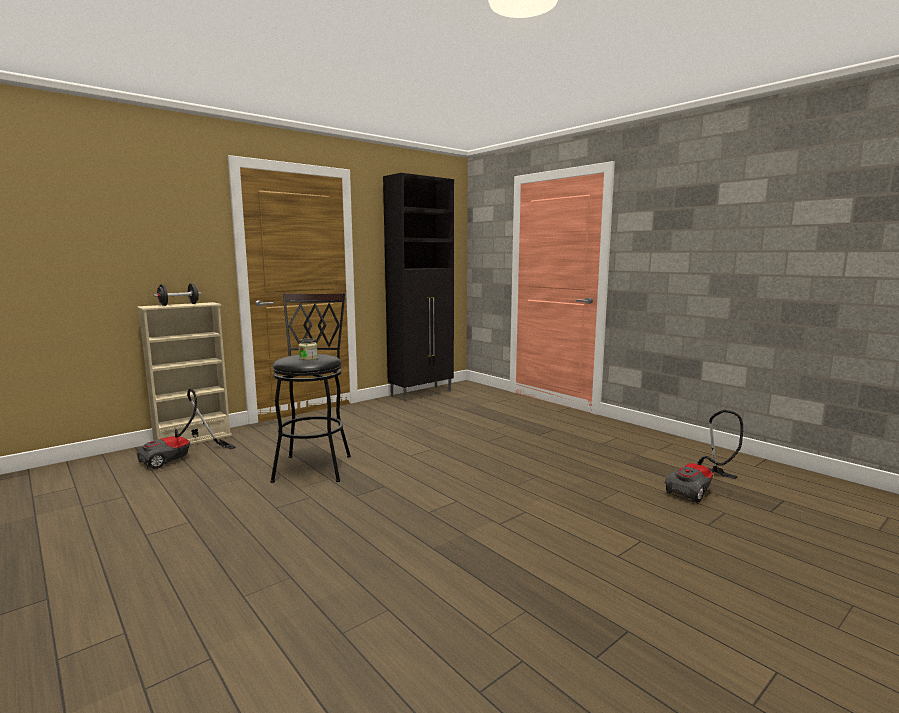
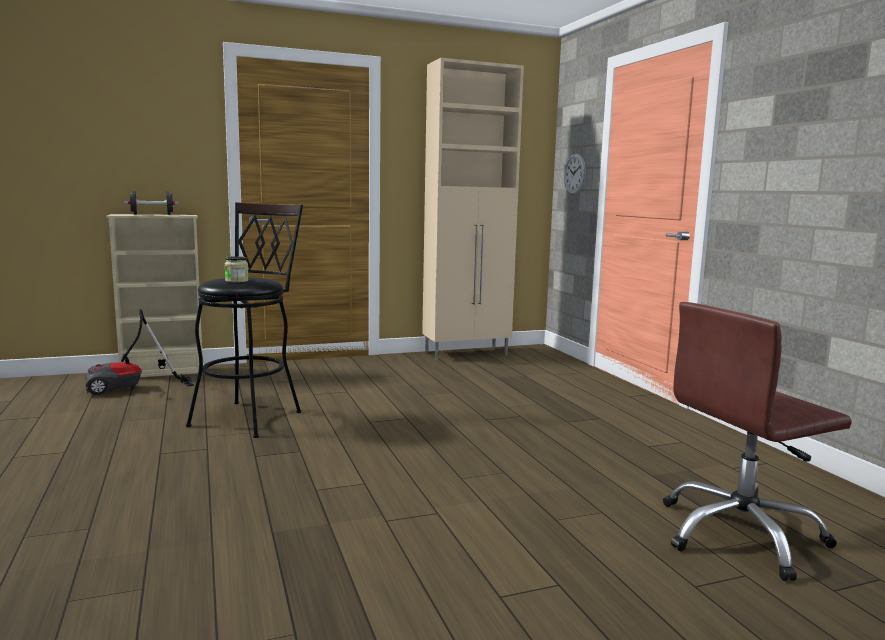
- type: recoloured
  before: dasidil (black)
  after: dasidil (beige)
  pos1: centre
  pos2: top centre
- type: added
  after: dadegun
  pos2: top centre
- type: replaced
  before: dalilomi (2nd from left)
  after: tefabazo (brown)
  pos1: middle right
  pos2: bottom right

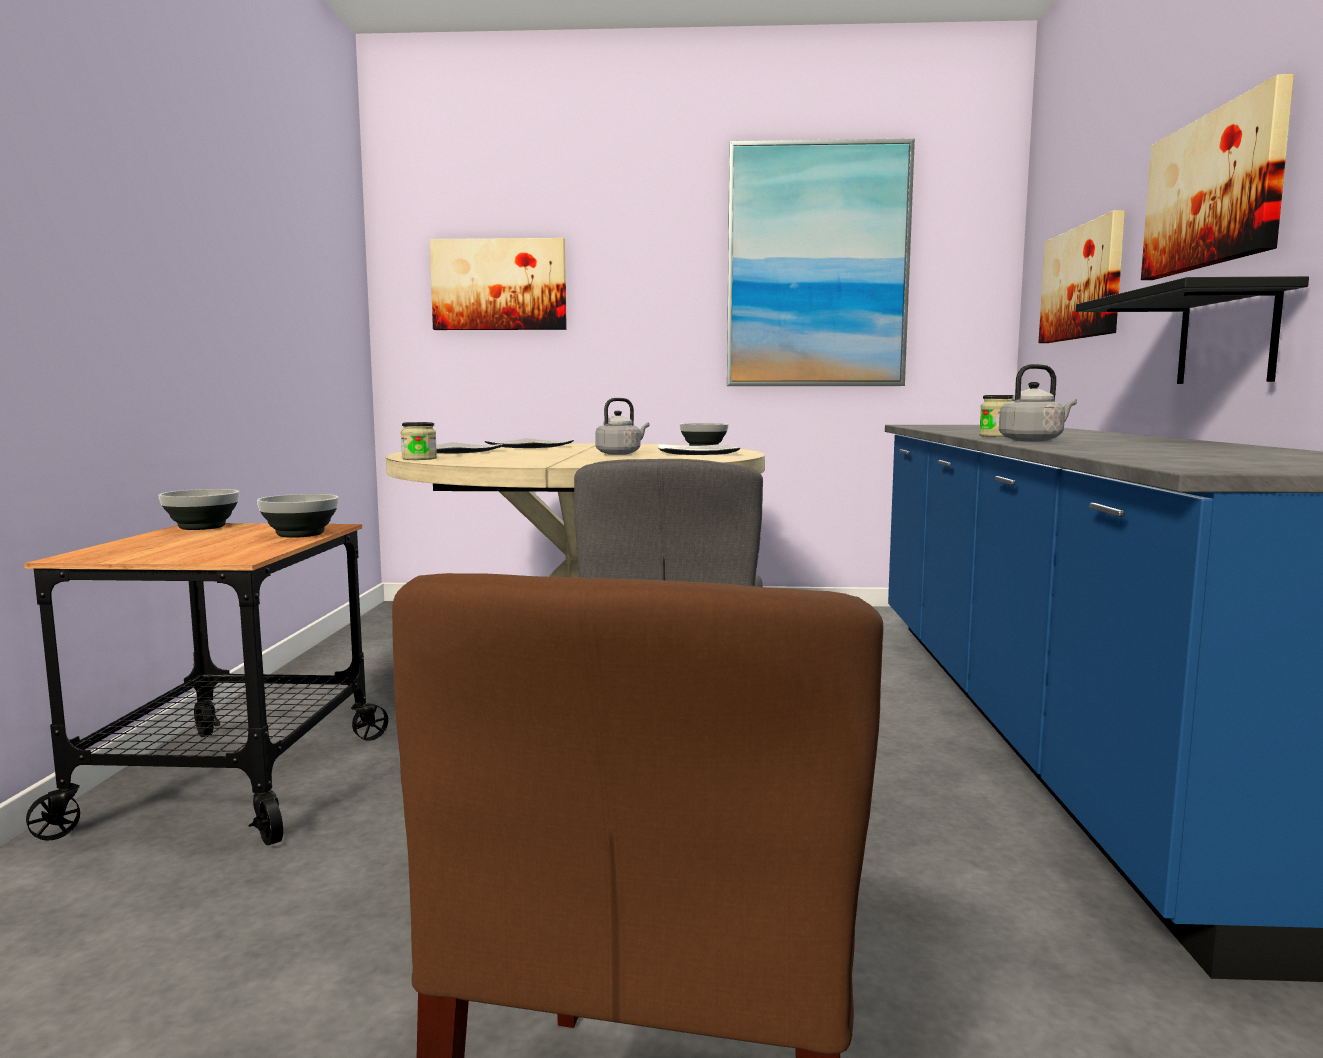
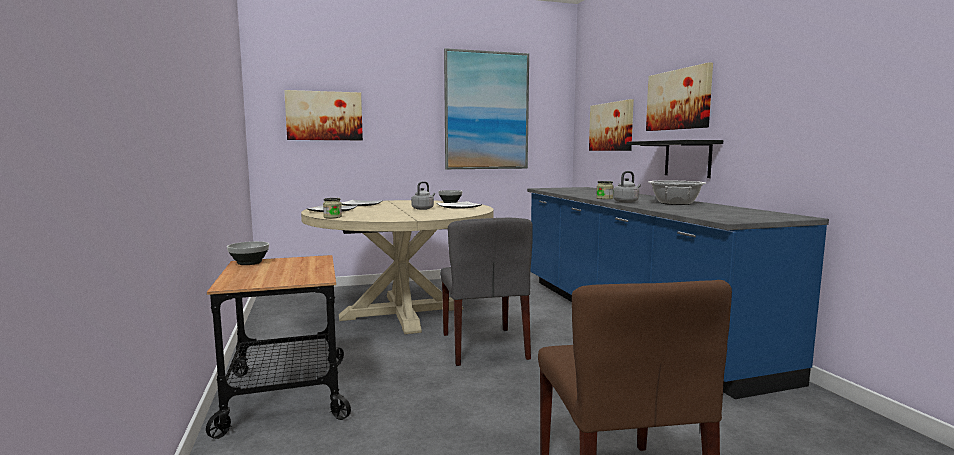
- type: added
  after: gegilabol
  pos2: middle right
- type: removed
  before: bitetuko (2nd from left)
  pos1: middle left

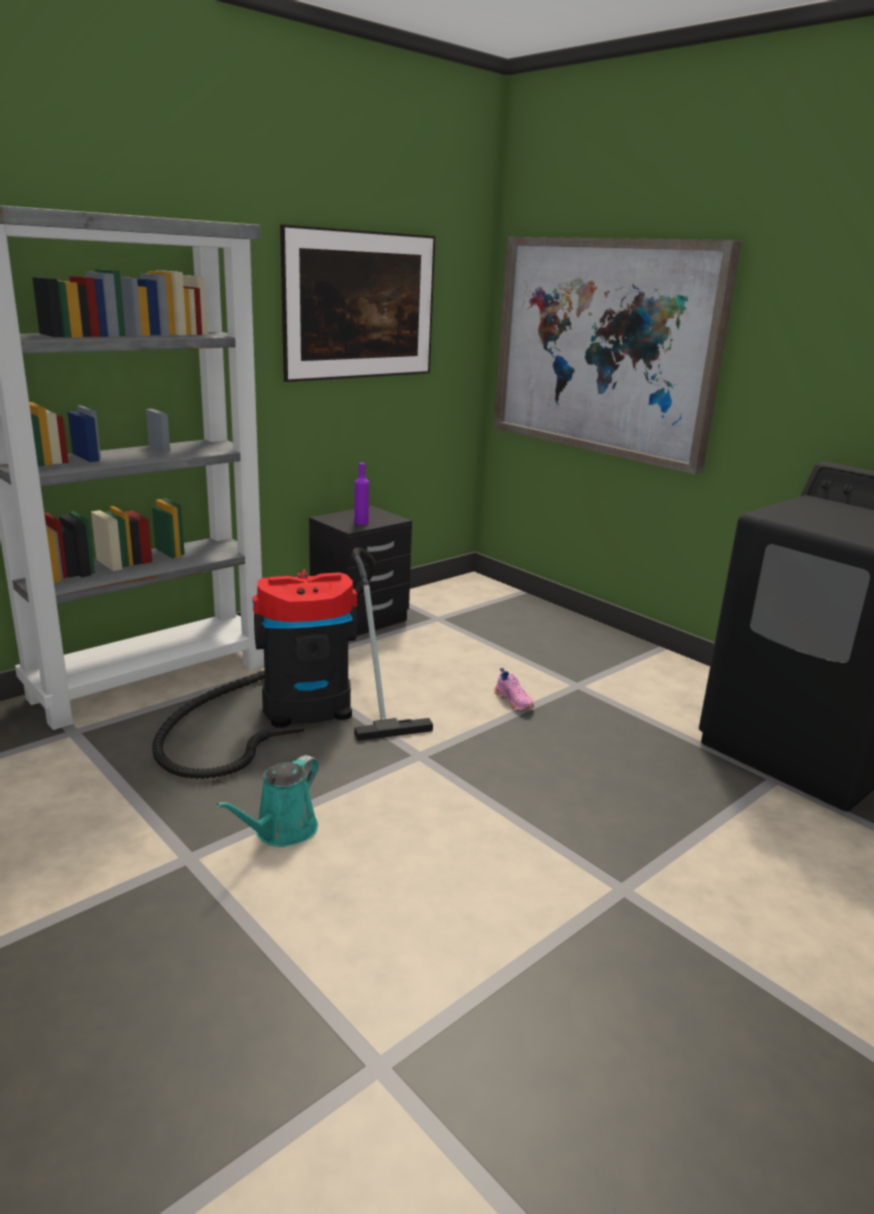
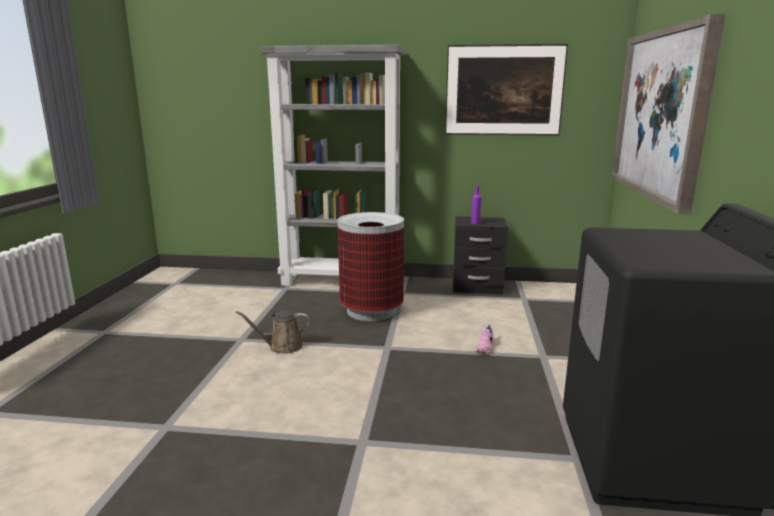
- type: recoloured
  before: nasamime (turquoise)
  after: nasamime (brown)
  pos1: middle left
  pos2: centre
- type: replaced
  before: dalilomi
  after: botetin
  pos1: centre
  pos2: centre

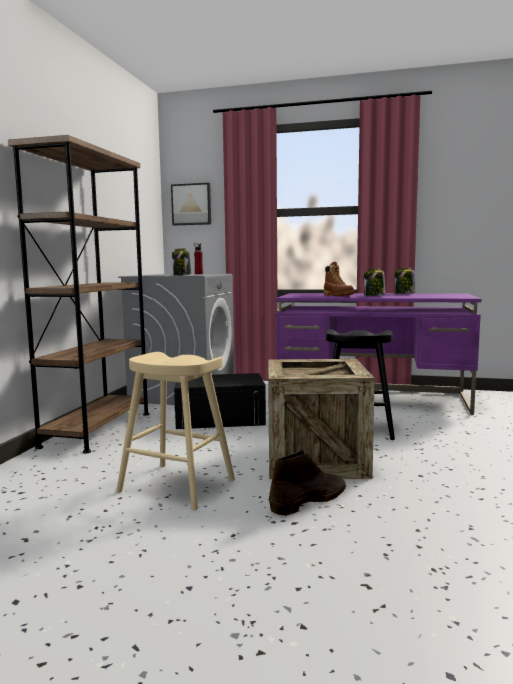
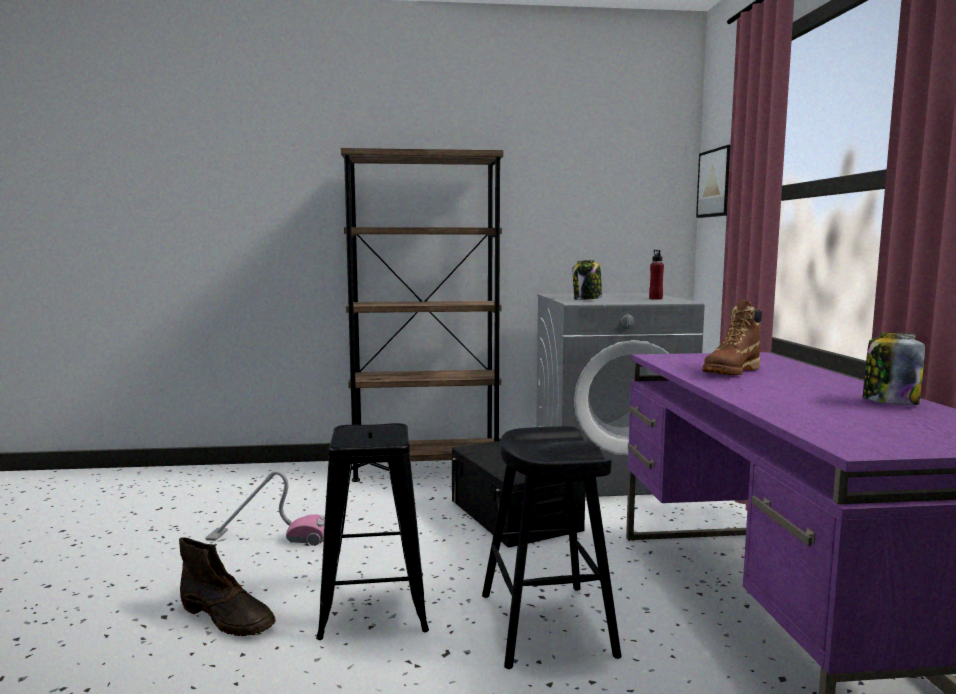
- type: replaced
  before: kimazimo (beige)
  after: dalilomi
  pos1: centre
  pos2: bottom left
- type: replaced
  before: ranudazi
  after: kimazimo (black) (1st from left)
  pos1: centre
  pos2: bottom centre
- type: removed
  before: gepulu (2nd from left)
  pos1: middle right

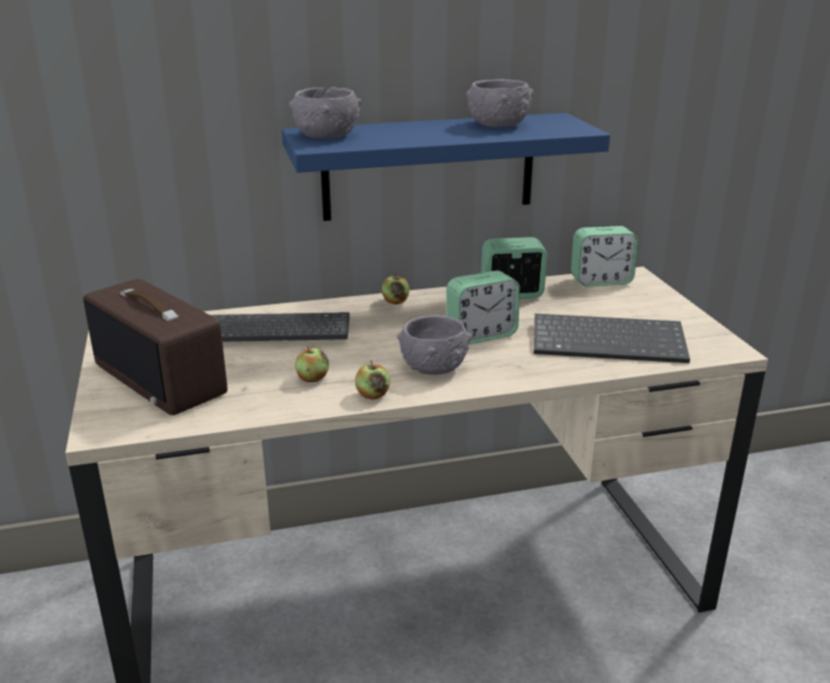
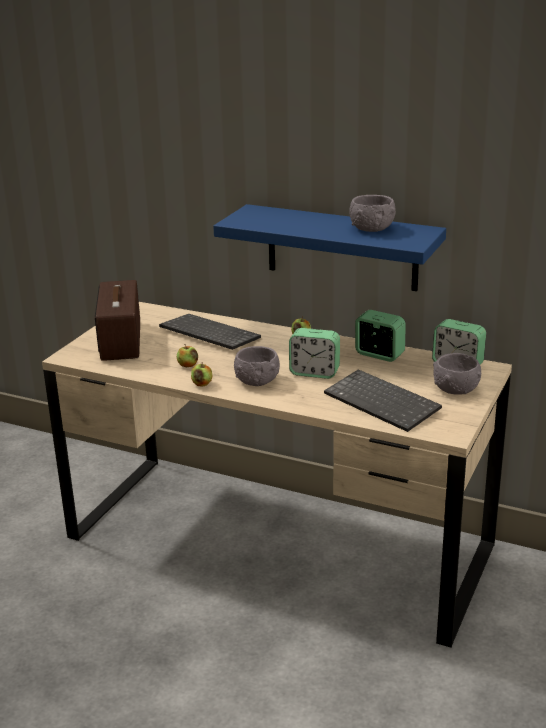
- type: moved
  before: bitetuko (grey) (1st from left in the first image)
  after: bitetuko (grey) (3rd from left)
  pos1: top centre
  pos2: middle right

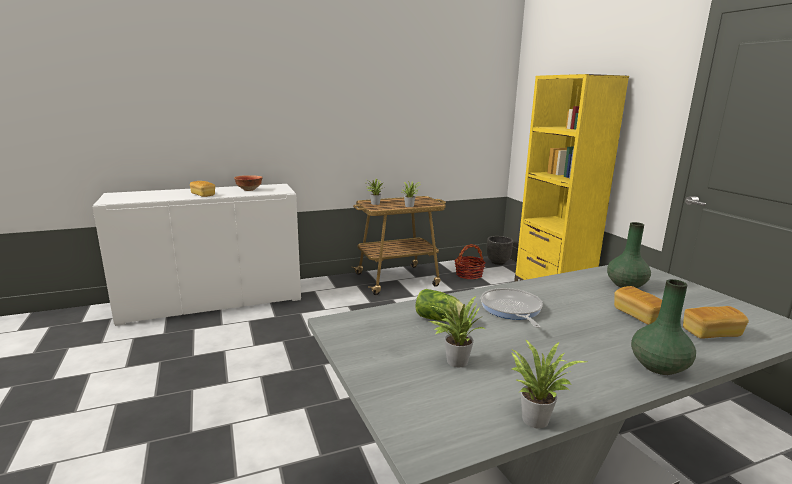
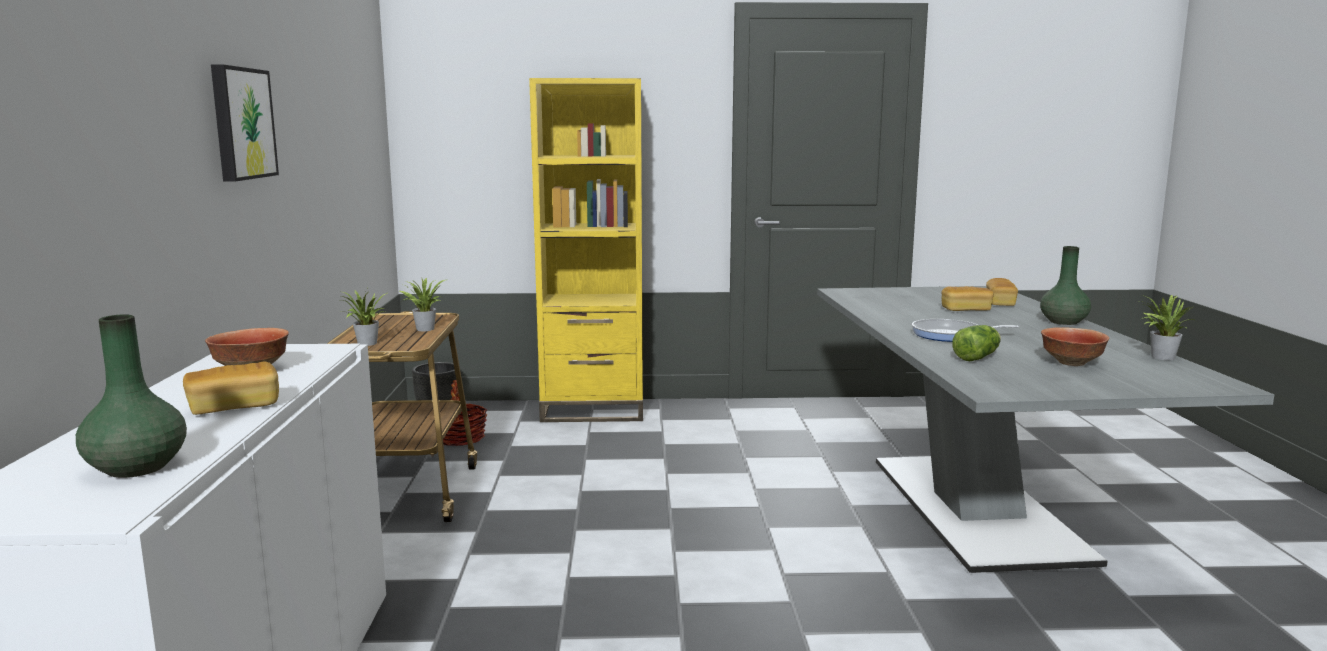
- type: moved
  before: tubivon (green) (1st from left)
  pos1: middle right
  pos2: middle left
- type: added
  after: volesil
  pos2: top left
- type: replaced
  before: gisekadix (3rd from left)
  after: bitetuko (2nd from left)
  pos1: bottom centre
  pos2: middle right

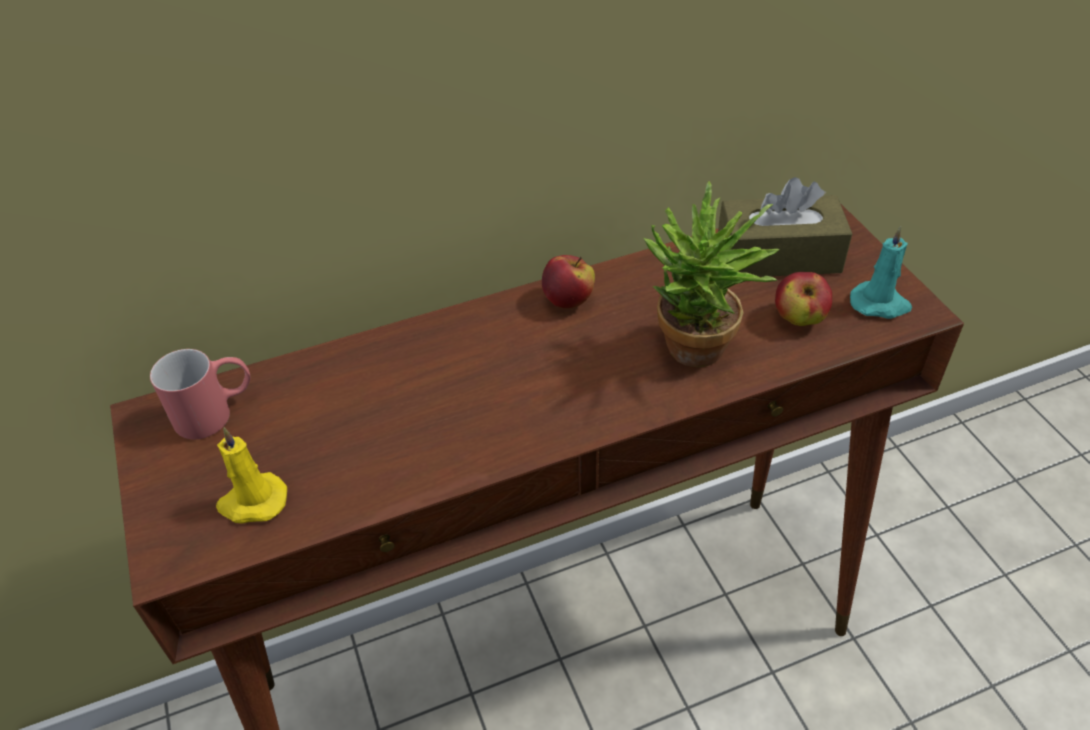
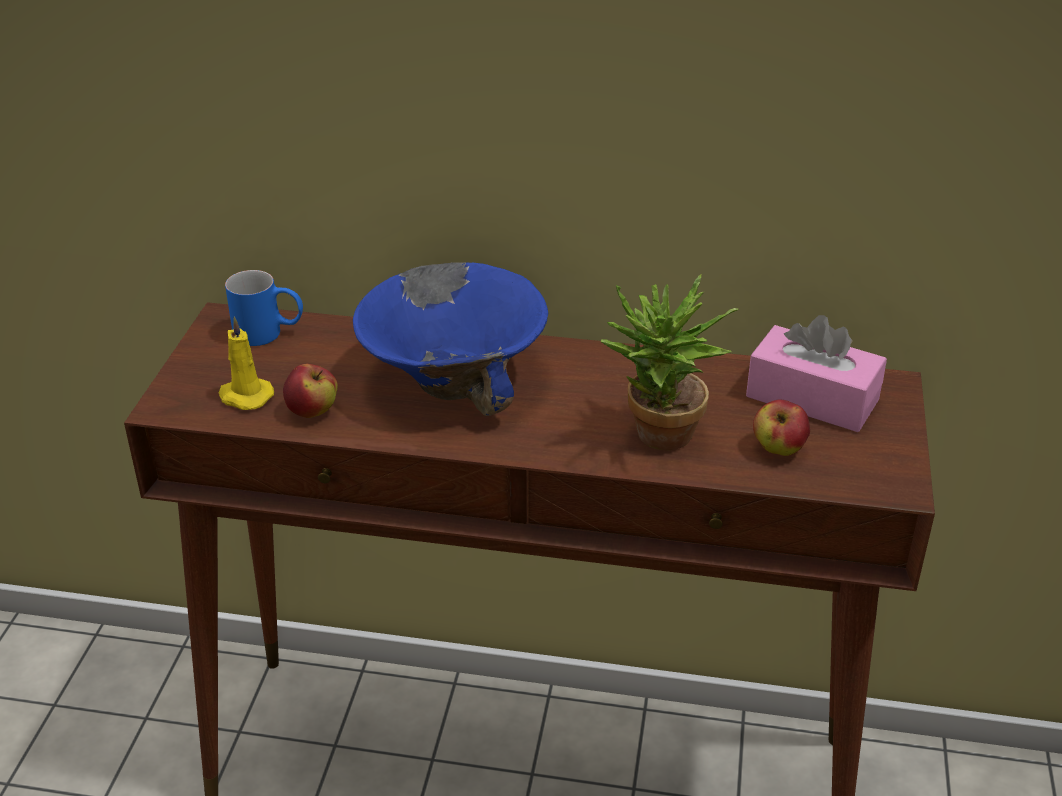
- type: recoloured
  before: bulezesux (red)
  after: bulezesux (blue)
  pos1: middle left
  pos2: middle left
- type: moved
  before: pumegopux (1st from left)
  pos1: centre
  pos2: middle left
- type: added
  after: bitetuko (blue)
  pos2: centre
- type: recoloured
  before: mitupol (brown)
  after: mitupol (pink)
  pos1: top right
  pos2: middle right
- type: removed
  before: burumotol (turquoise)
  pos1: middle right

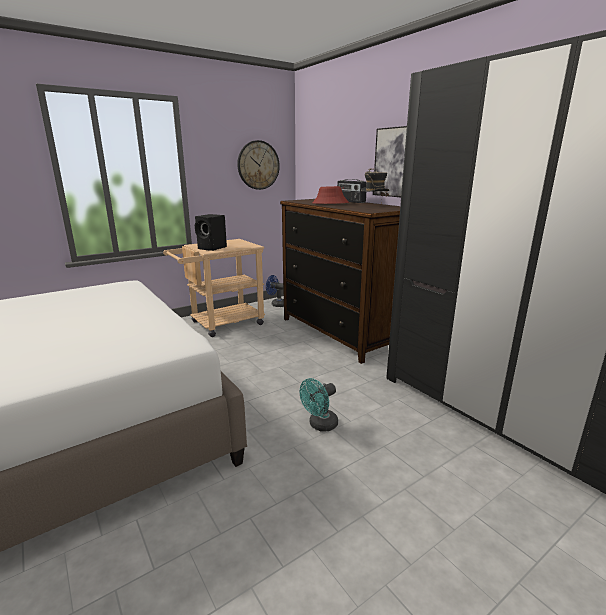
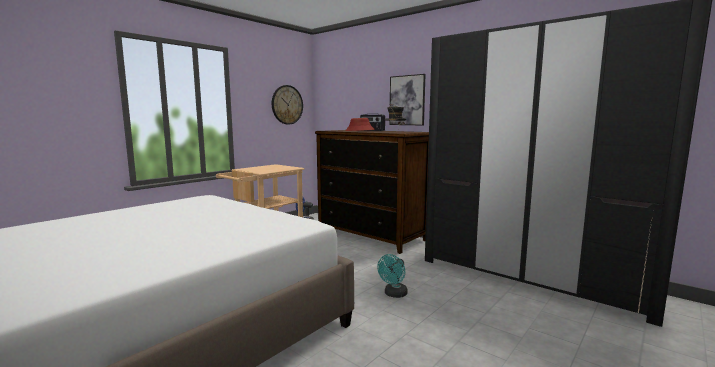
- type: removed
  before: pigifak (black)
  pos1: centre

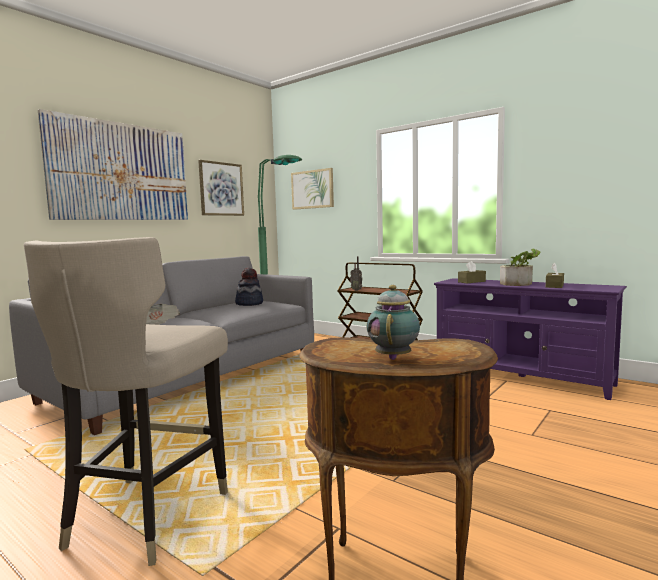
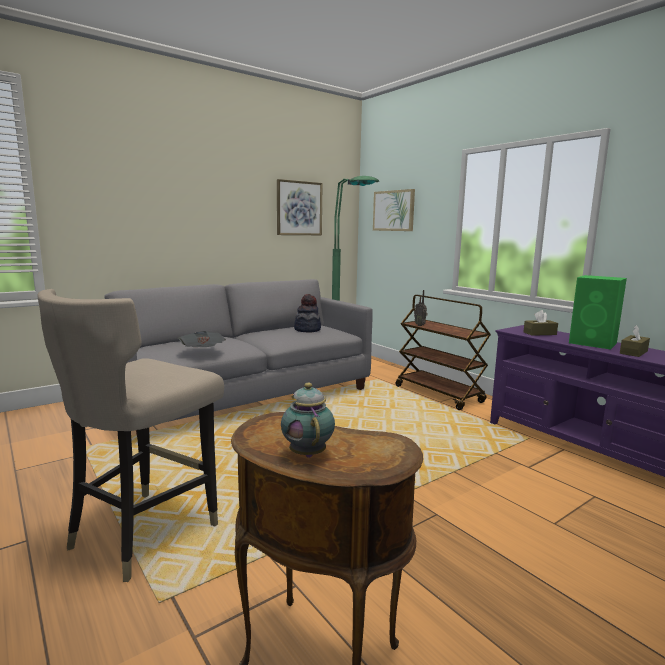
- type: turned
  before: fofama
  pos1: centre
  pos2: centre
  turn: -45
- type: replaced
  before: gisekadix
  after: pigifak (green)
  pos1: middle right
  pos2: middle right
- type: removed
  before: volesil (1st from left)
  pos1: top left

